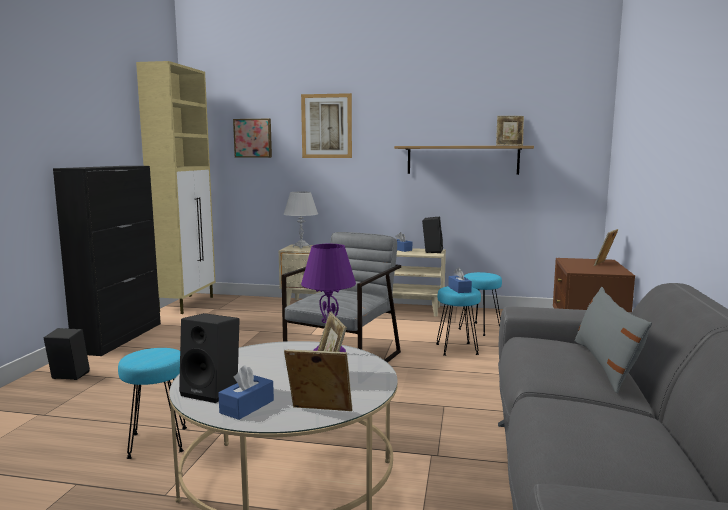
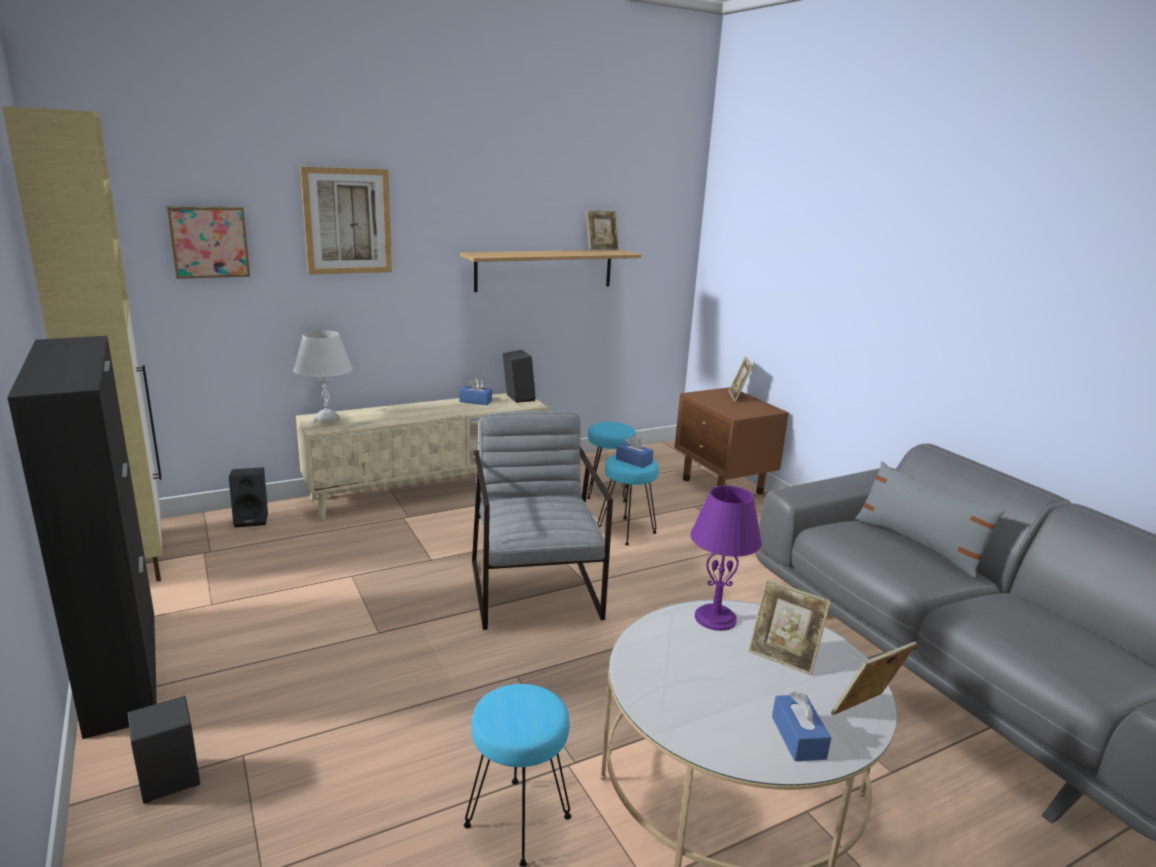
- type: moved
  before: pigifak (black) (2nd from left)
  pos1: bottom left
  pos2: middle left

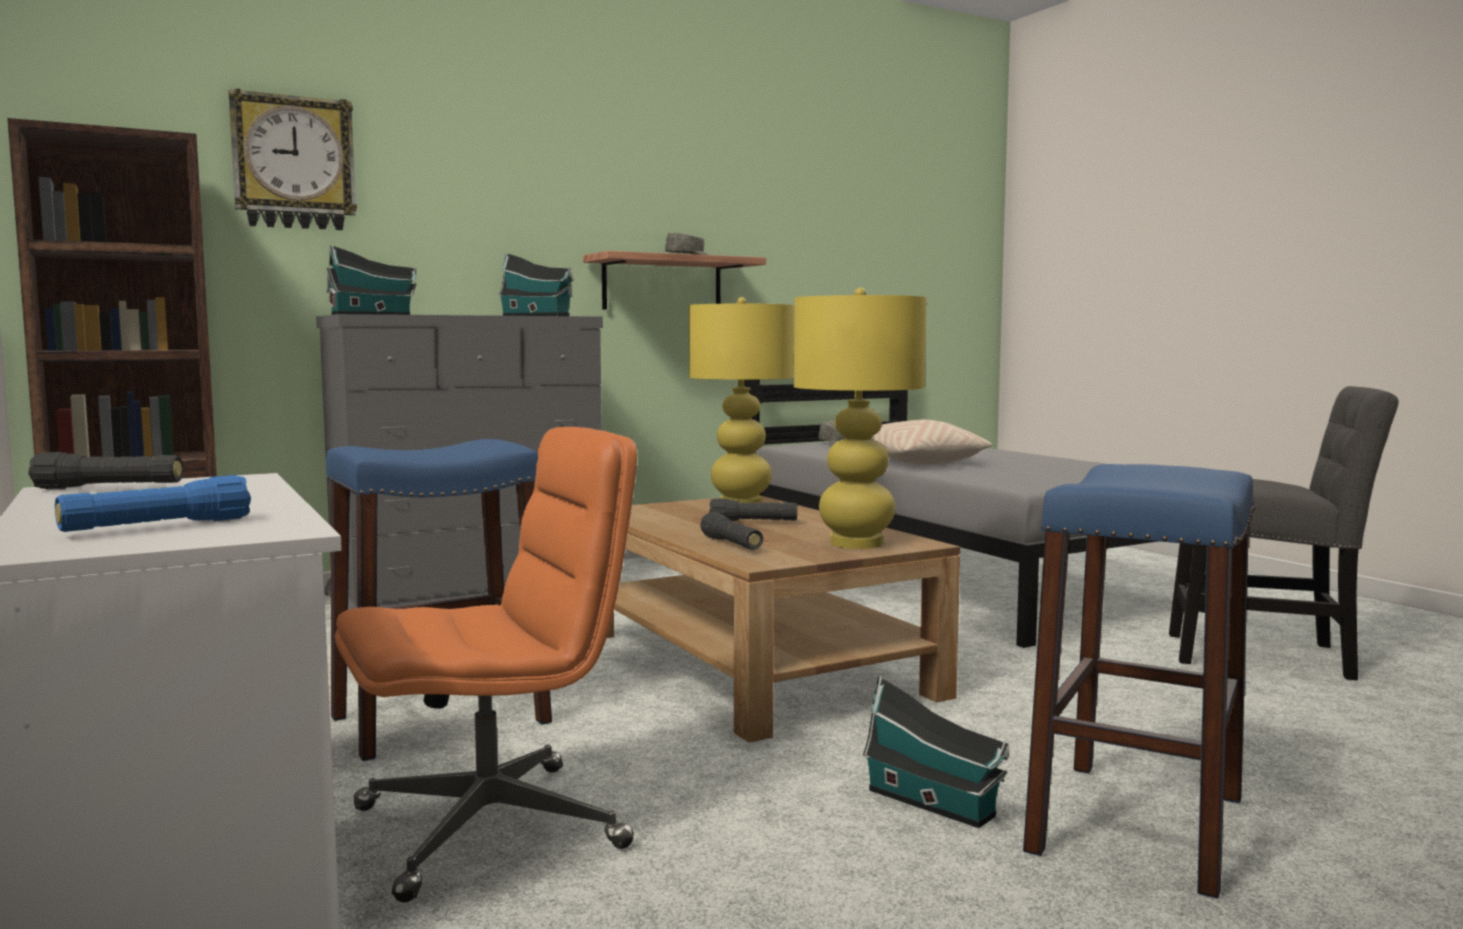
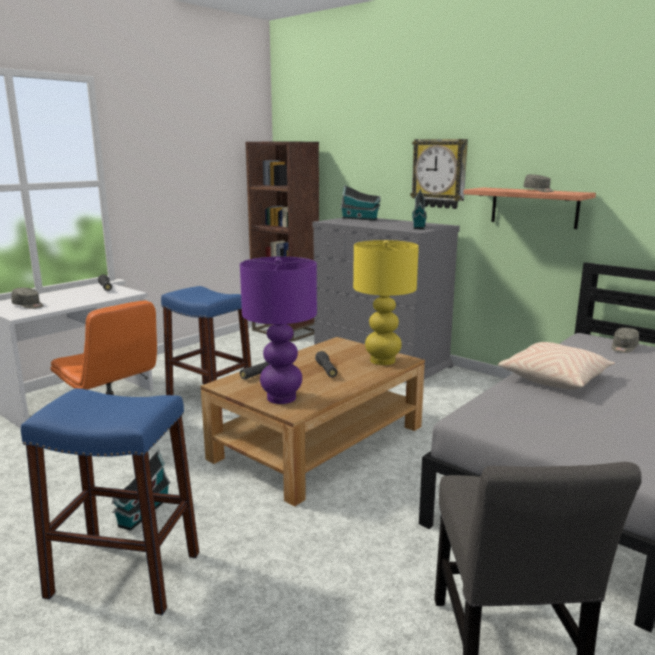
- type: replaced
  before: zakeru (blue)
  after: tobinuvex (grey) (1st from left)
  pos1: middle left
  pos2: middle left
- type: recoloured
  before: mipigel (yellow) (2nd from left)
  after: mipigel (purple)
  pos1: centre
  pos2: centre
- type: moved
  before: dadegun
  pos1: top left
  pos2: top right

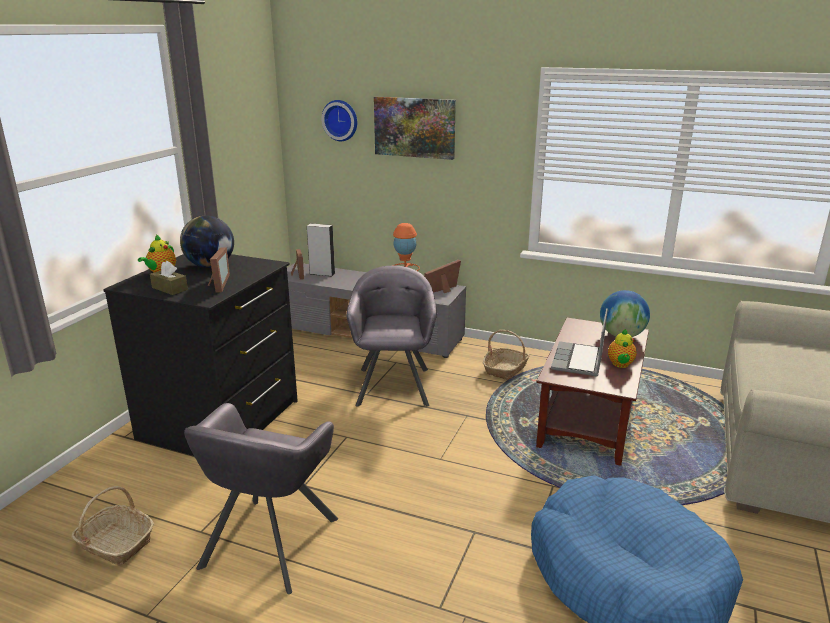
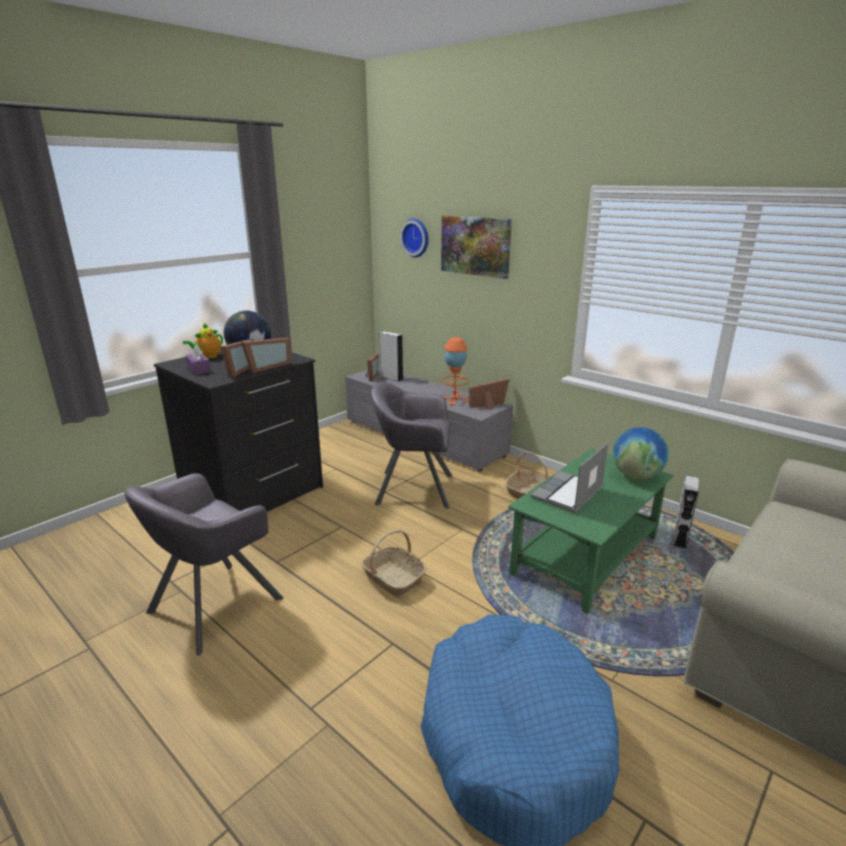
- type: recoloured
  before: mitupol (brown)
  after: mitupol (purple)
  pos1: middle left
  pos2: middle left
- type: added
  after: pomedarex (2nd from left)
  pos2: middle left
- type: moved
  before: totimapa (1st from left)
  pos1: bottom left
  pos2: centre
- type: turned
  before: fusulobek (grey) (2nd from left)
  pos1: centre
  pos2: centre
  turn: -105
- type: recoloured
  before: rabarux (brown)
  after: rabarux (green)
  pos1: middle right
  pos2: middle right
- type: added
  after: pigifak (grey) (2nd from left)
  pos2: middle right
- type: removed
  before: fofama (2nd from left)
  pos1: middle right

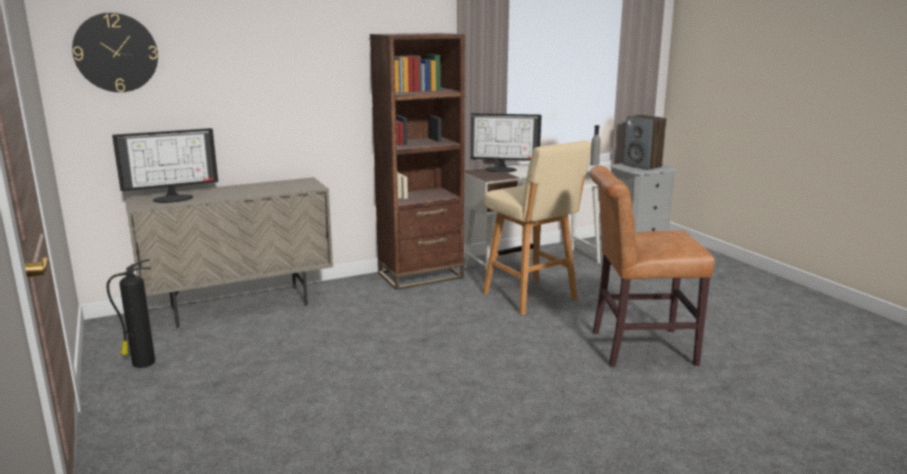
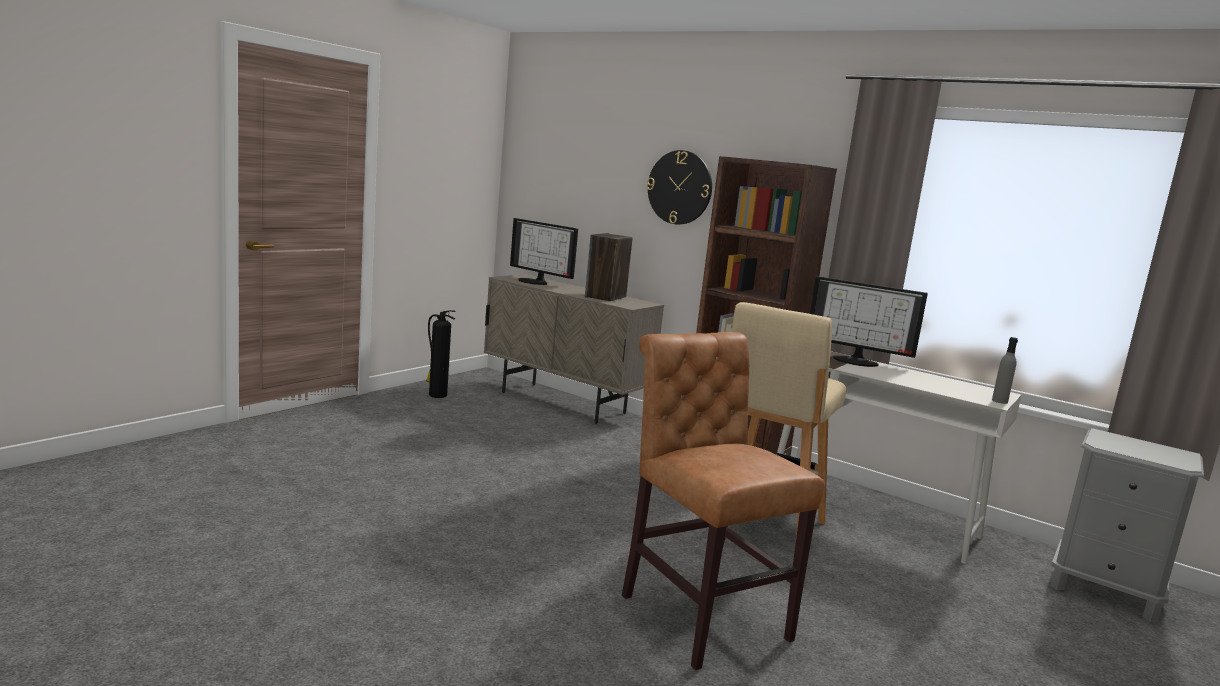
- type: moved
  before: pigifak
  pos1: top right
  pos2: centre
- type: moved
  before: dadegun
  pos1: top left
  pos2: top centre
- type: turned
  before: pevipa (2nd from left)
  pos1: top centre
  pos2: middle right
  turn: -45

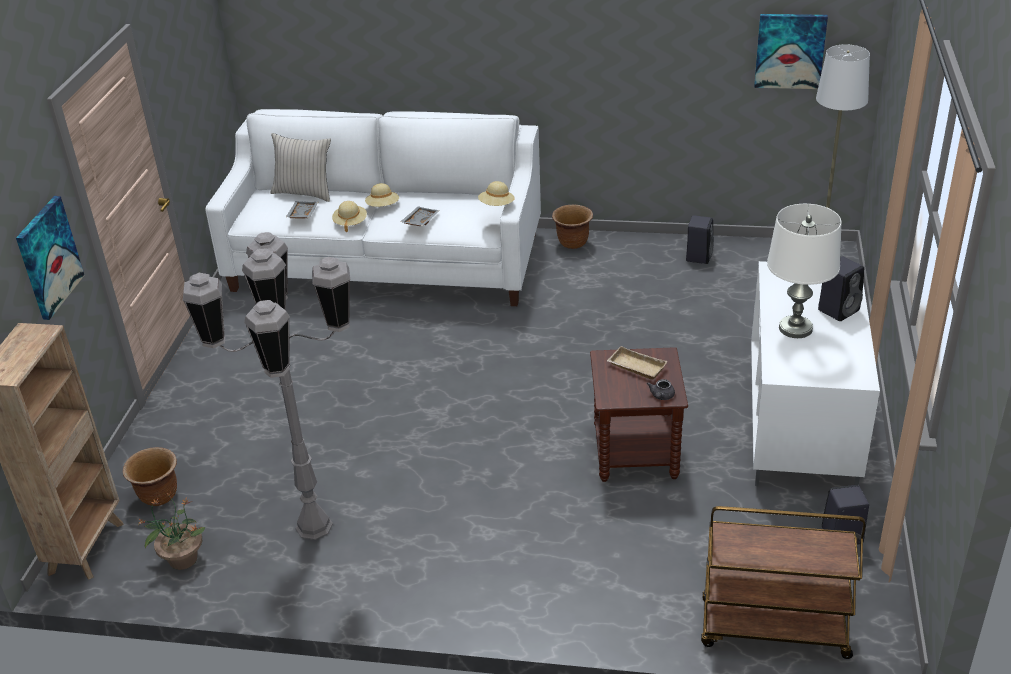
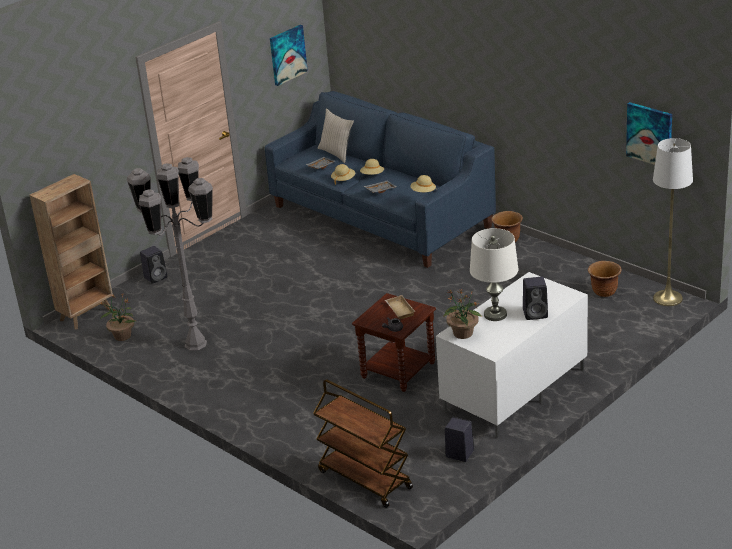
- type: moved
  before: pigifak (black) (1st from left)
  pos1: middle right
  pos2: middle left
- type: recoloured
  before: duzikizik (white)
  after: duzikizik (blue)
  pos1: top centre
  pos2: top centre
- type: moved
  before: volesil (1st from left)
  pos1: middle left
  pos2: top centre
- type: added
  after: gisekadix (2nd from left)
  pos2: centre
- type: moved
  before: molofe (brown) (1st from left in the first image)
  after: molofe (brown) (2nd from left)
  pos1: bottom left
  pos2: middle right

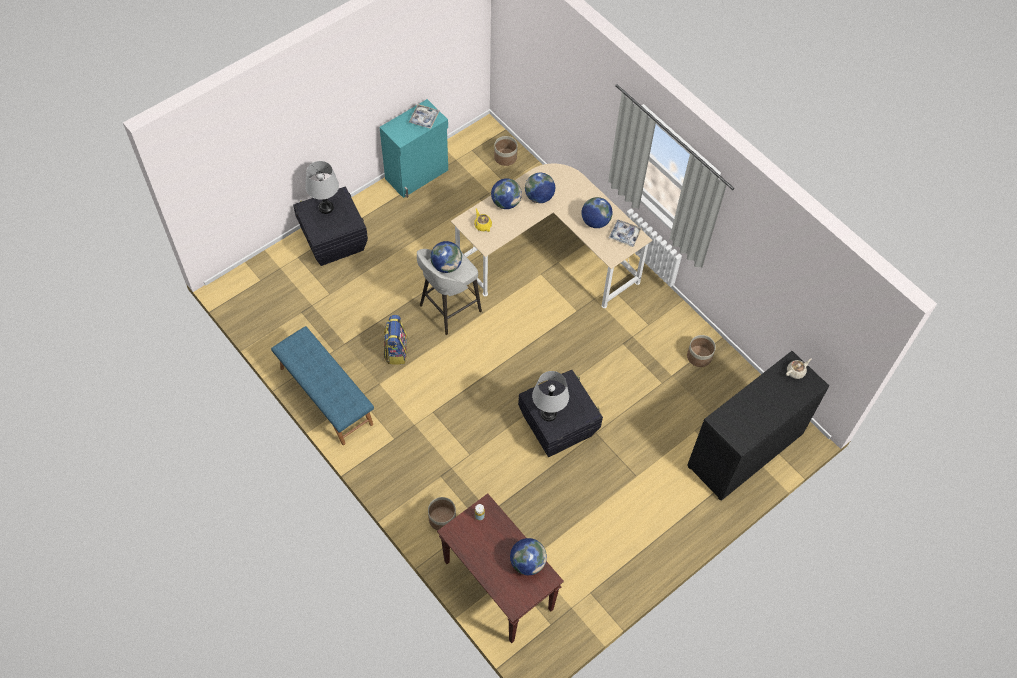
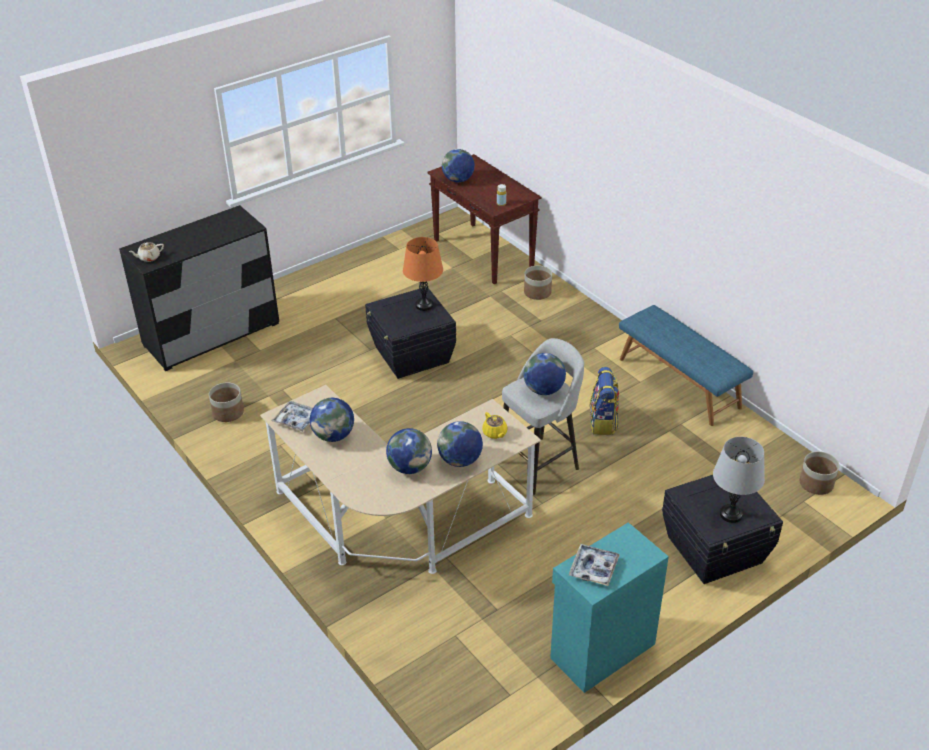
- type: recoloured
  before: mipigel (grey) (2nd from left)
  after: mipigel (orange)
  pos1: centre
  pos2: centre
- type: moved
  before: molofe (2nd from left in the first image)
  after: molofe (3rd from left)
  pos1: top centre
  pos2: middle right

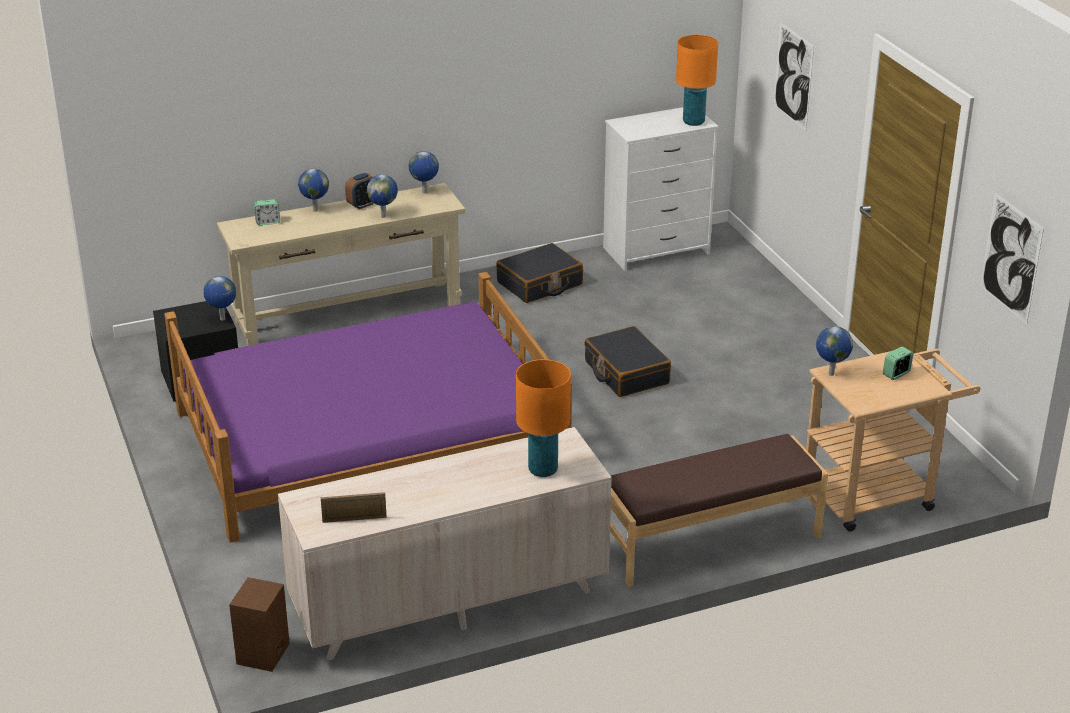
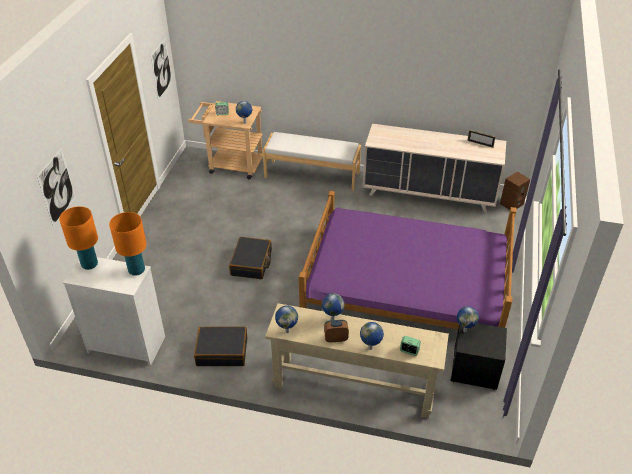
- type: moved
  before: mipigel (orange) (1st from left in the first image)
  after: mipigel (orange) (2nd from left)
  pos1: centre
  pos2: middle left
- type: recoloured
  before: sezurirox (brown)
  after: sezurirox (white)
  pos1: bottom right
  pos2: centre

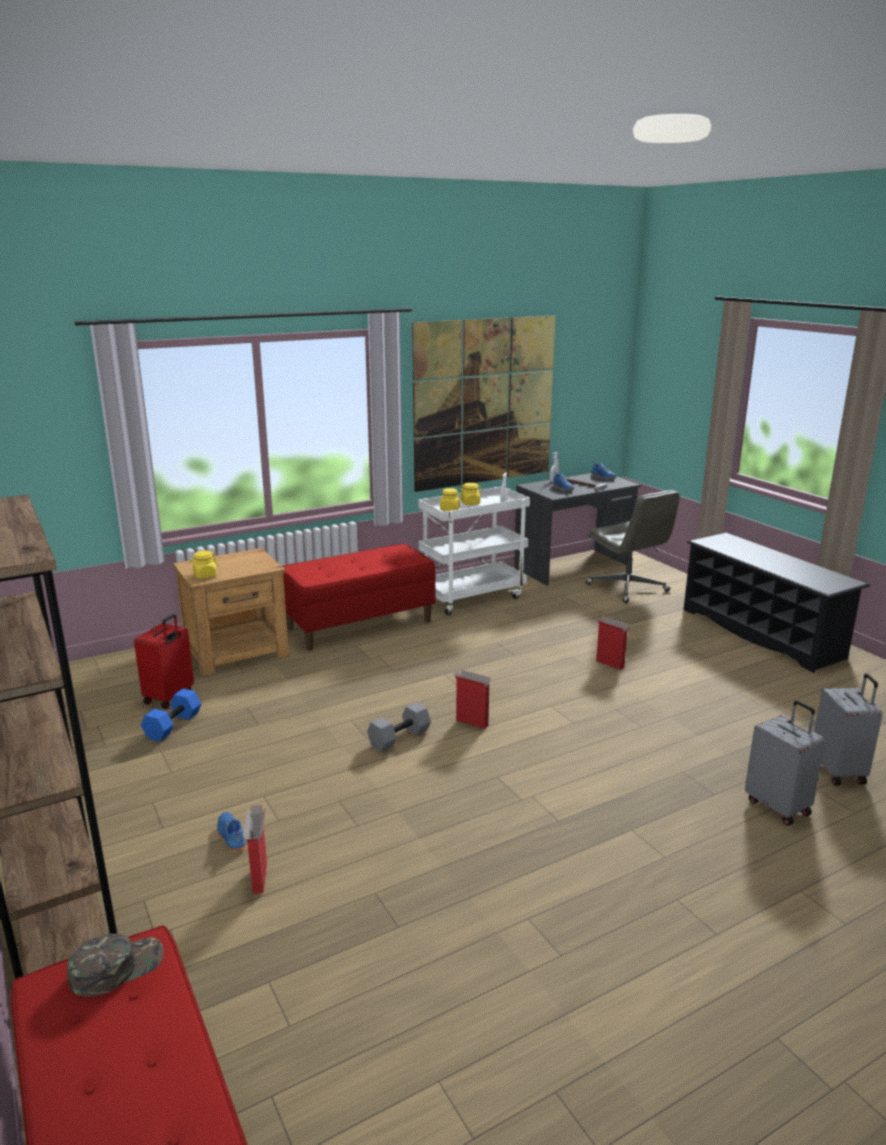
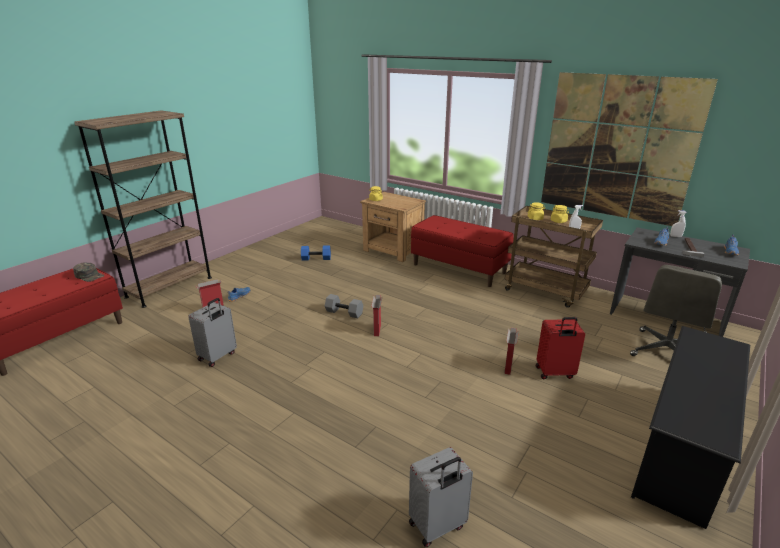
- type: moved
  before: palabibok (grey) (1st from left)
  pos1: middle right
  pos2: middle left
- type: recoloured
  before: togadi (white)
  after: togadi (brown)
  pos1: centre
  pos2: middle right
- type: moved
  before: palabibok (red)
  pos1: middle left
  pos2: middle right

